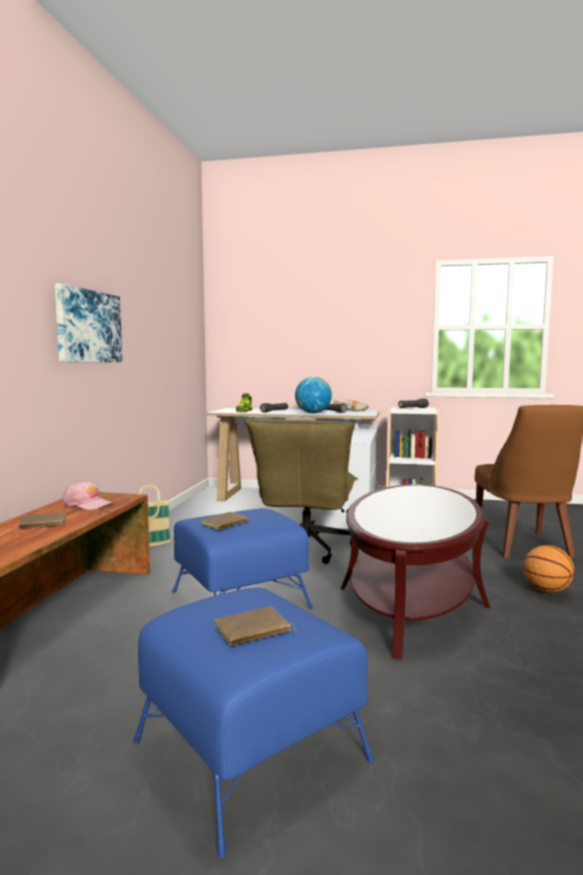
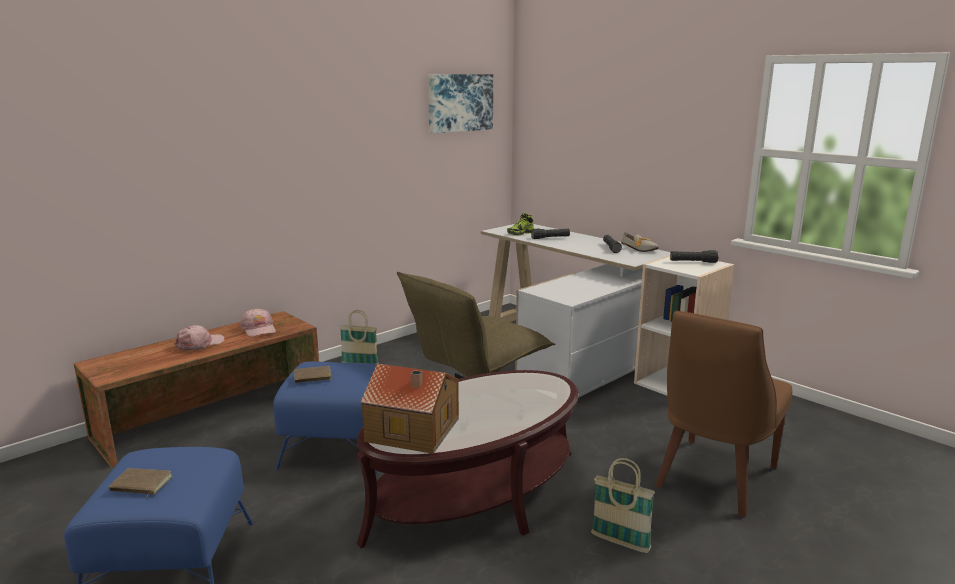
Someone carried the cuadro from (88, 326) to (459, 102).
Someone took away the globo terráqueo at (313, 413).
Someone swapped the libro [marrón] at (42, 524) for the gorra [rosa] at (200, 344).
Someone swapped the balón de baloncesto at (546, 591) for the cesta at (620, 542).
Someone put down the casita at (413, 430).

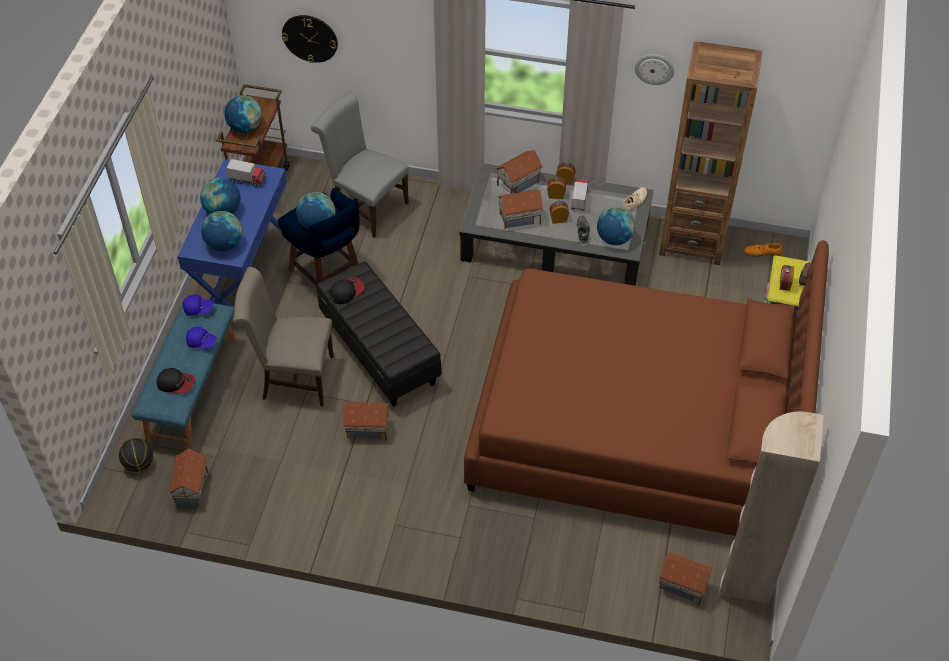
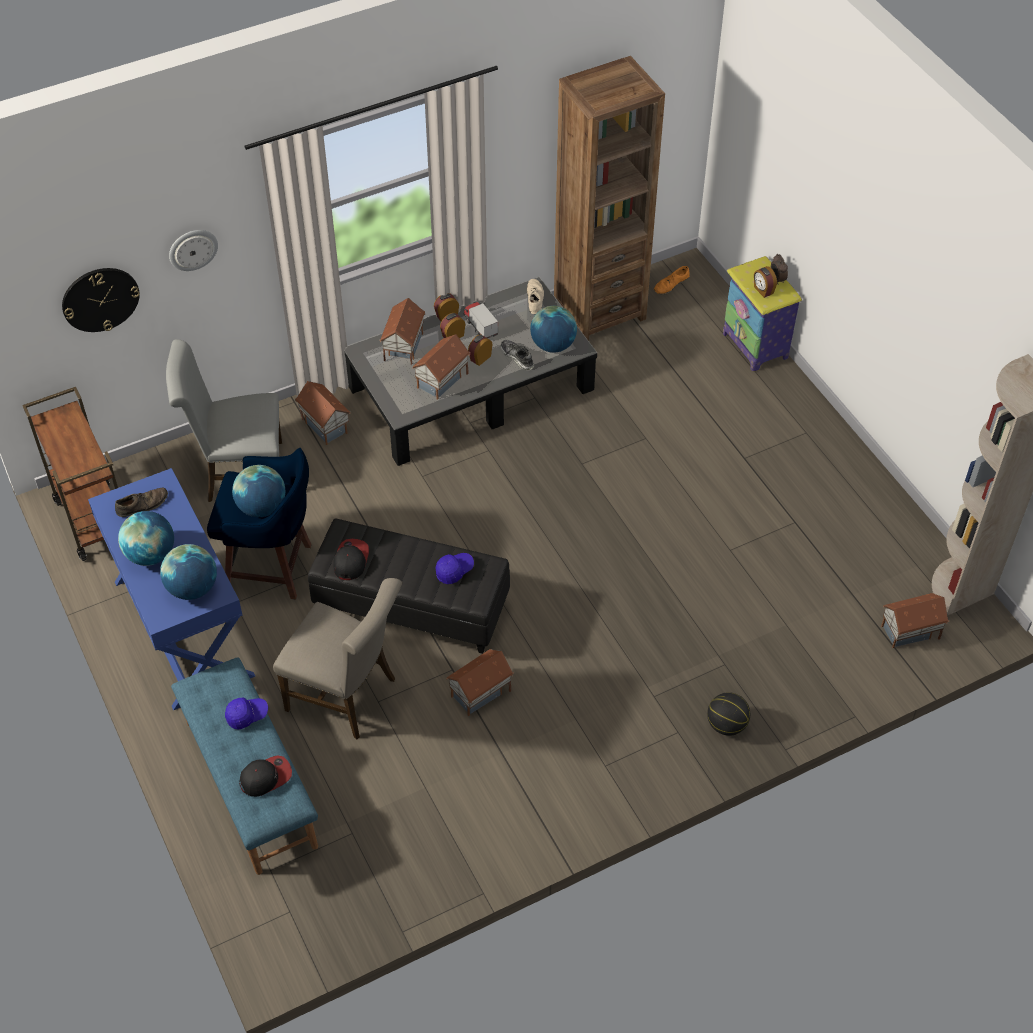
Someone carried the reloj de pared from (654, 68) to (193, 249).
Someone took away the globo terráqueo at (245, 127).
Someone swapped the camión de juguete at (247, 180) for the zapato [marrón] at (142, 505).
Someone took away the cama [marrón] at (635, 427).
Someone rotated the silla [beis] at (292, 377) by 120 degrees counterclockwise.
Someone carried the gorra [azul] from (198, 309) to (454, 570).
Someone carried the balón de baloncesto from (138, 464) to (726, 725).
Someone carried the casita from (192, 489) to (326, 425).

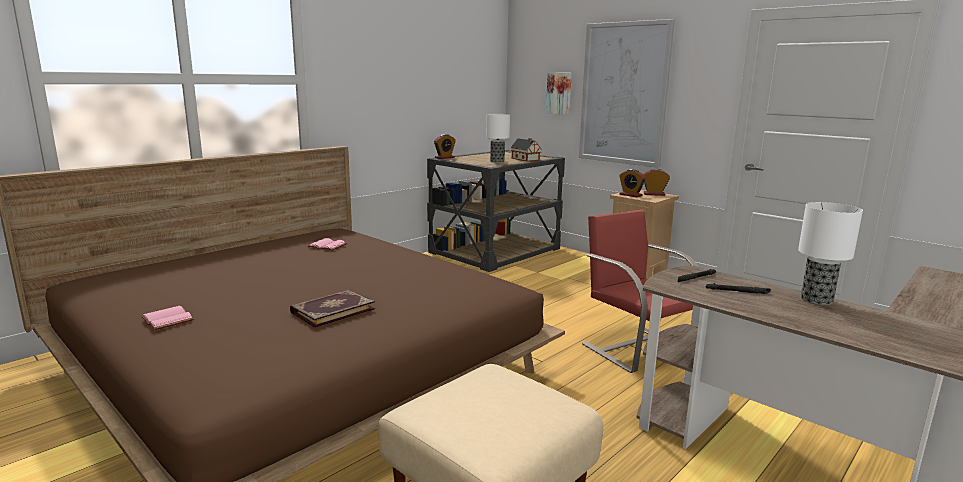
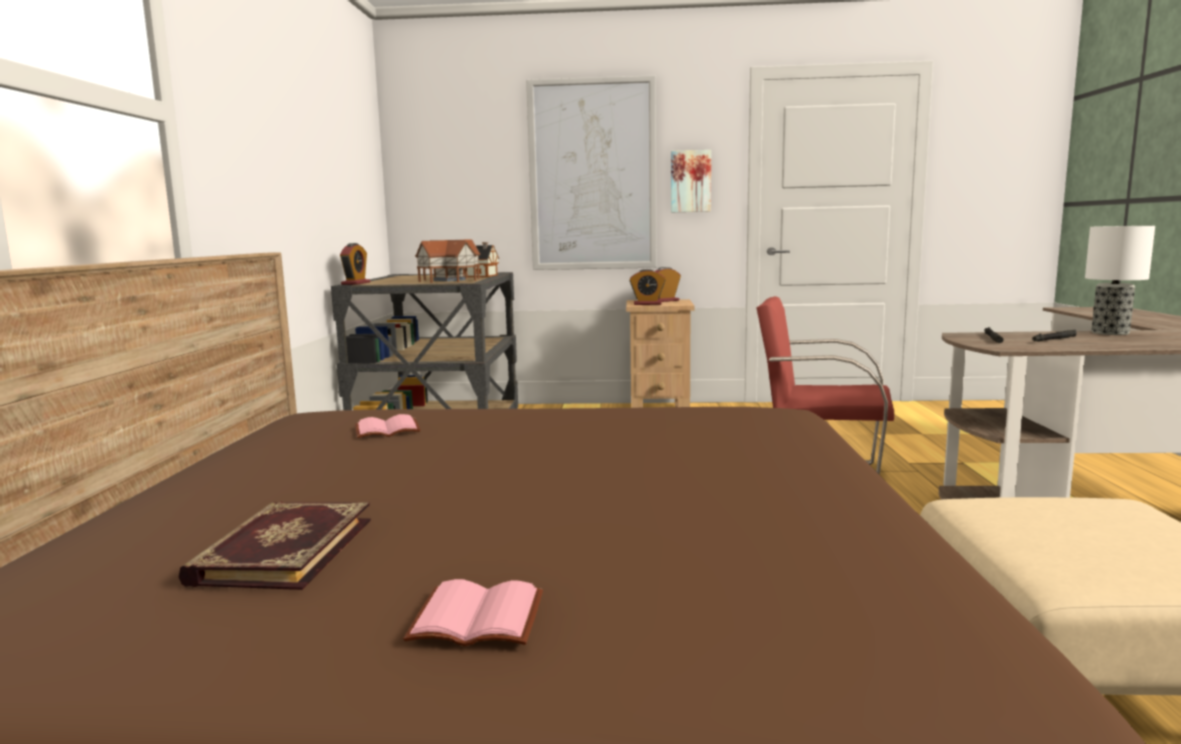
Someone carried the cuadro from (559, 93) to (690, 181).
Someone swapped the lámpara de mesa at (497, 161) for the casita at (450, 280).
Someone carried the libro from (332, 310) to (282, 550).

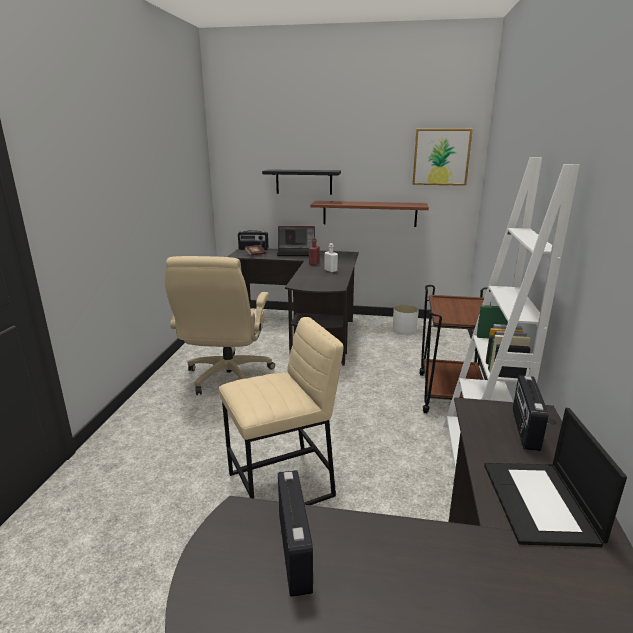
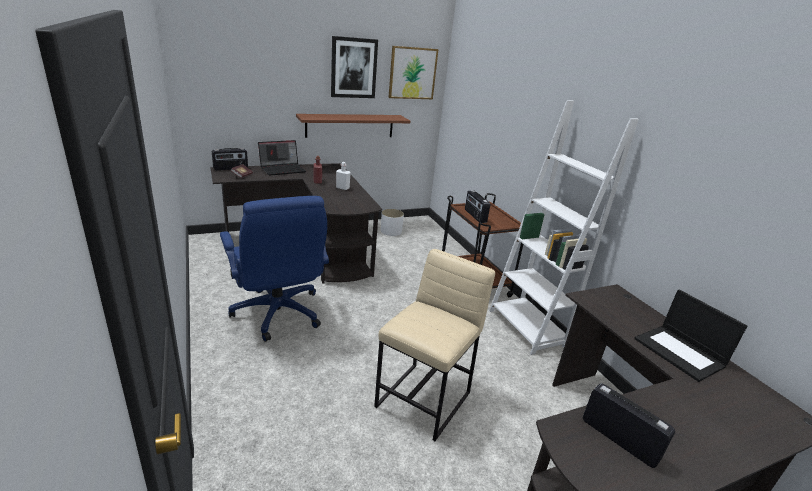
Someone took away the estante [negro] at (304, 182).
Someone repainted the silla de oficina [beis] at (226, 379), which became the silla de oficina [azul] at (279, 316).
Someone carried the radio from (524, 429) to (475, 216).
Someone put up the cuadro at (353, 68).

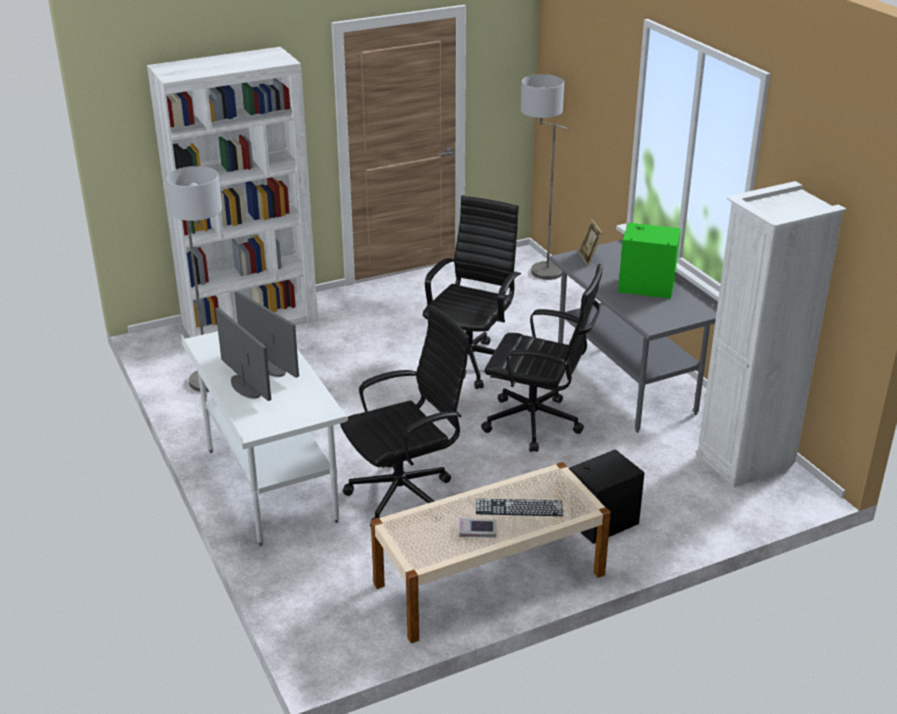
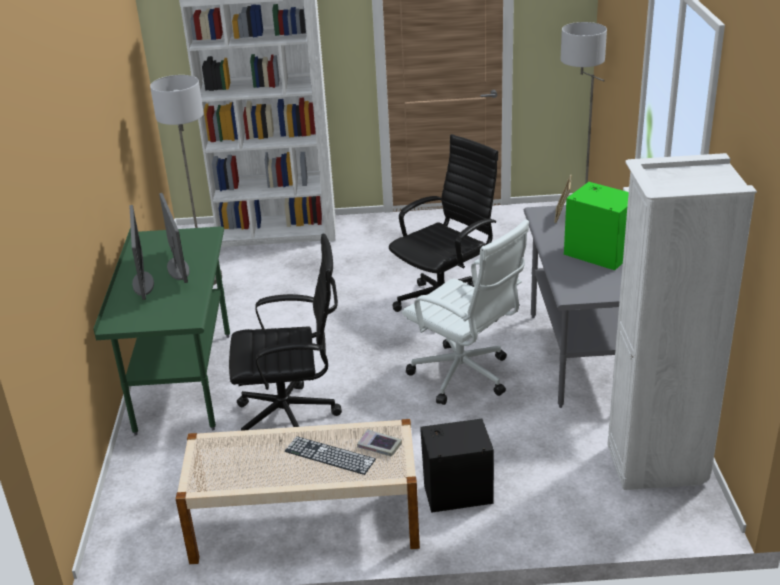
Someone repainted the silla de oficina [negro] at (537, 424), which became the silla de oficina [blanco] at (465, 377).
Someone repainted the escritorio [blanco] at (270, 485), which became the escritorio [verde] at (184, 382).
Someone carried the libro from (477, 531) to (379, 446).

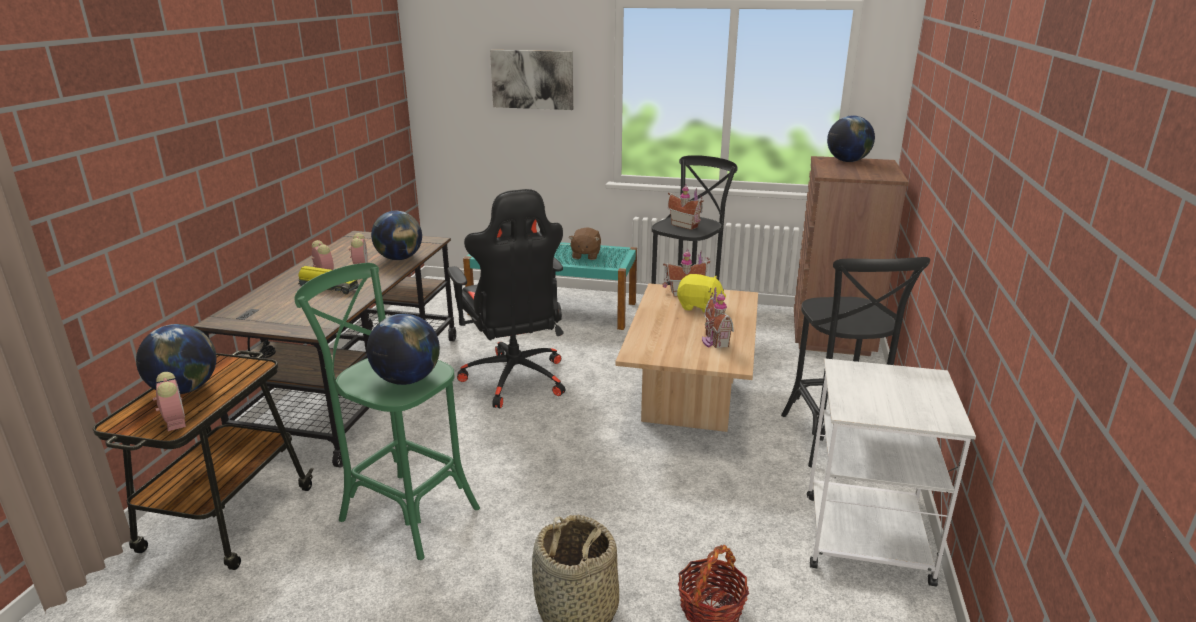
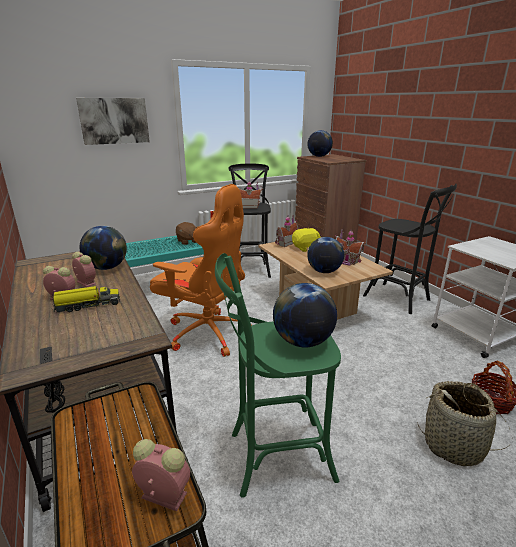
Someone repainted the silla de oficina [negro] at (512, 374), which became the silla de oficina [naranja] at (203, 332).
Someone carried the globo terráqueo from (185, 389) to (324, 271).

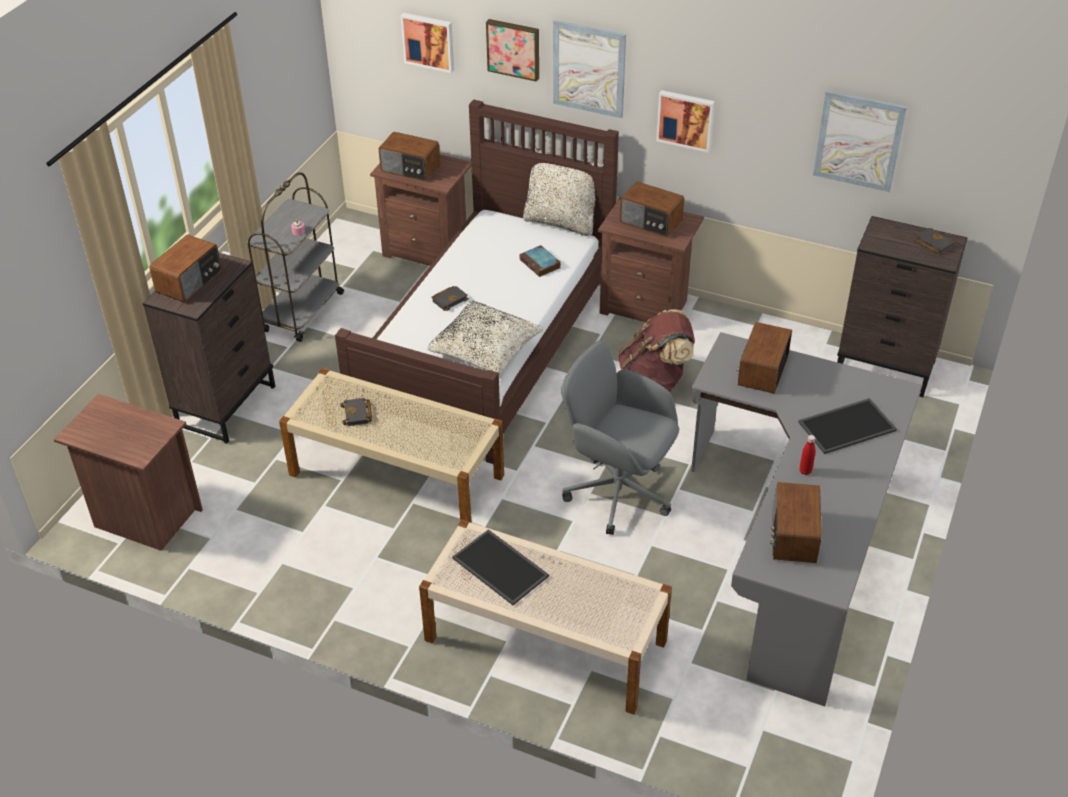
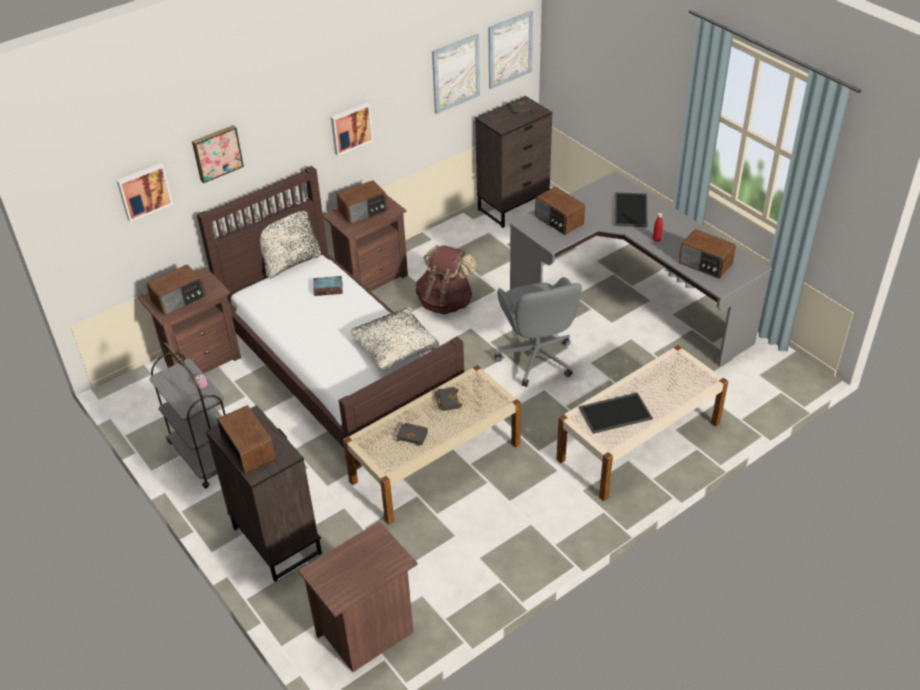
Someone carried the cuadro from (589, 69) to (510, 49).
Someone carried the libro [negro] from (450, 299) to (447, 400).
Someone rotated the silla de oficina [gris] at (618, 494) by 75 degrees counterclockwise.

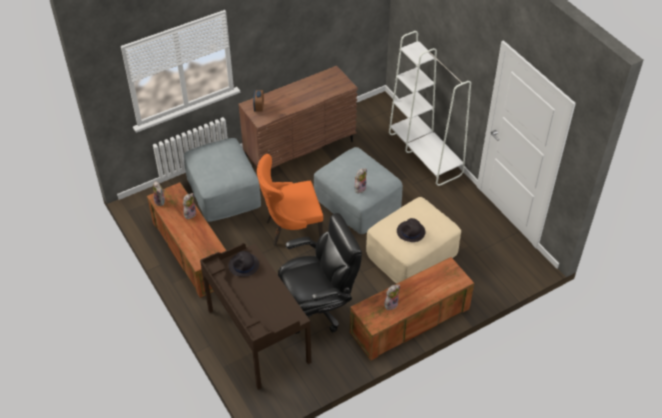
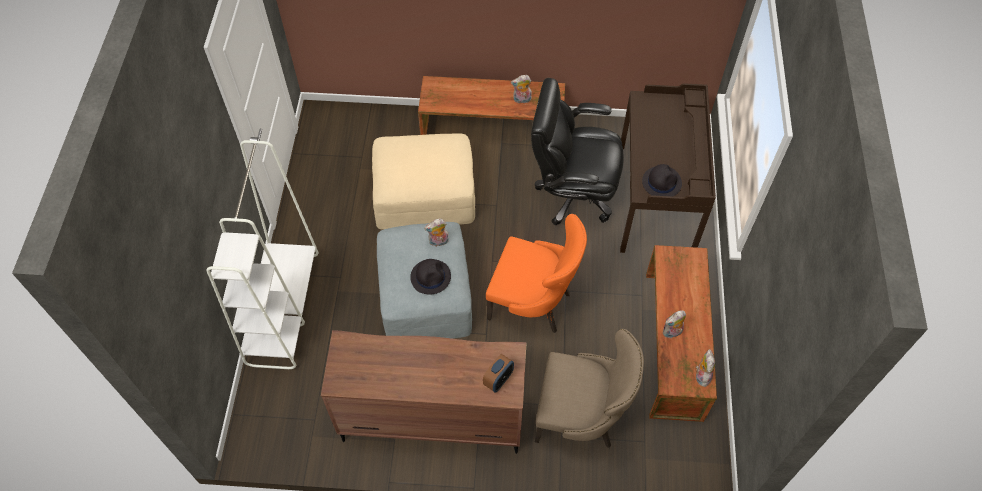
Someone swapped the puf [gris] at (223, 190) for the silla [beis] at (580, 417).
Someone carried the sombrero [negro] from (411, 232) to (430, 276).

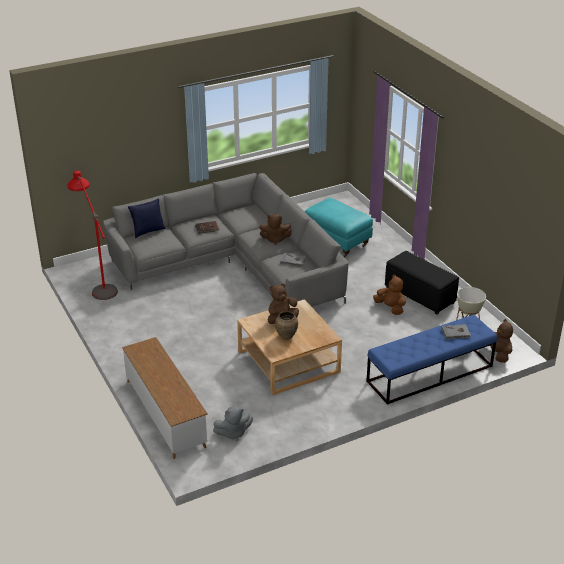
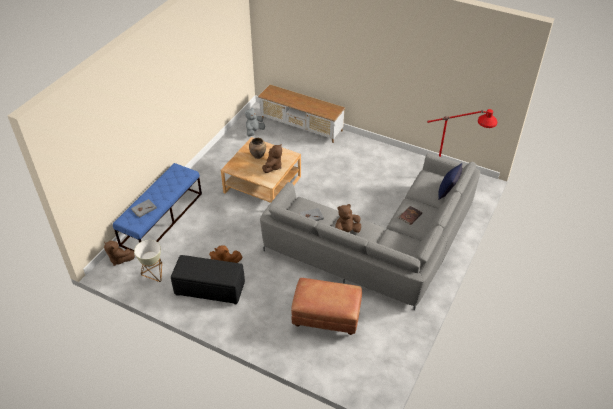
Someone repainted the puf [turquesa] at (337, 241), which became the puf [marrón] at (326, 319).

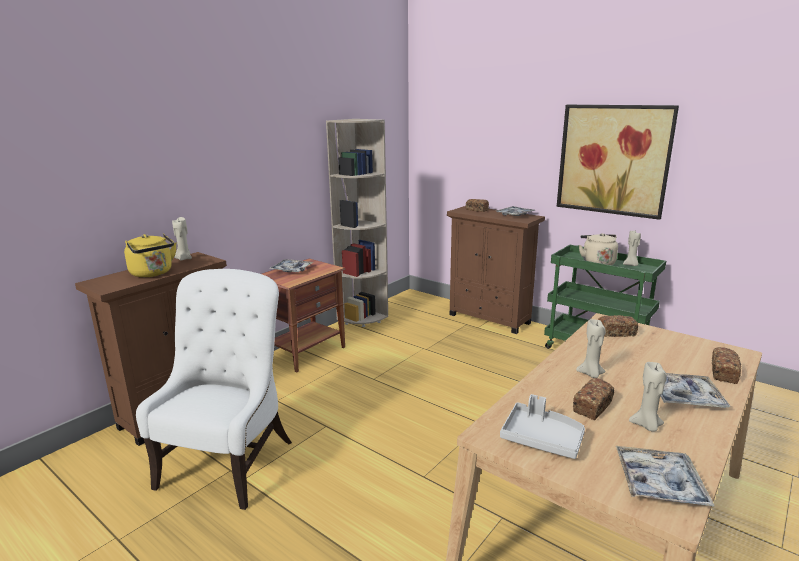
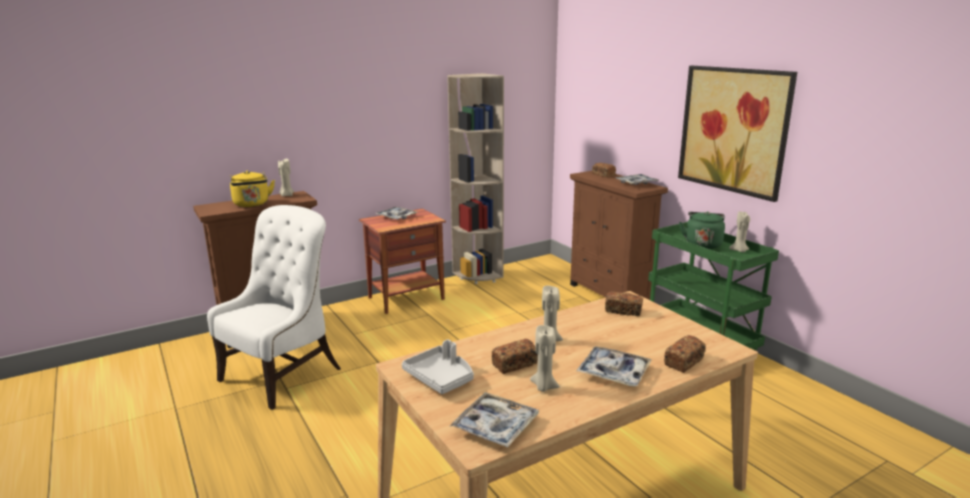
Someone repainted the hervidor [beis] at (597, 262), which became the hervidor [verde] at (702, 244).

